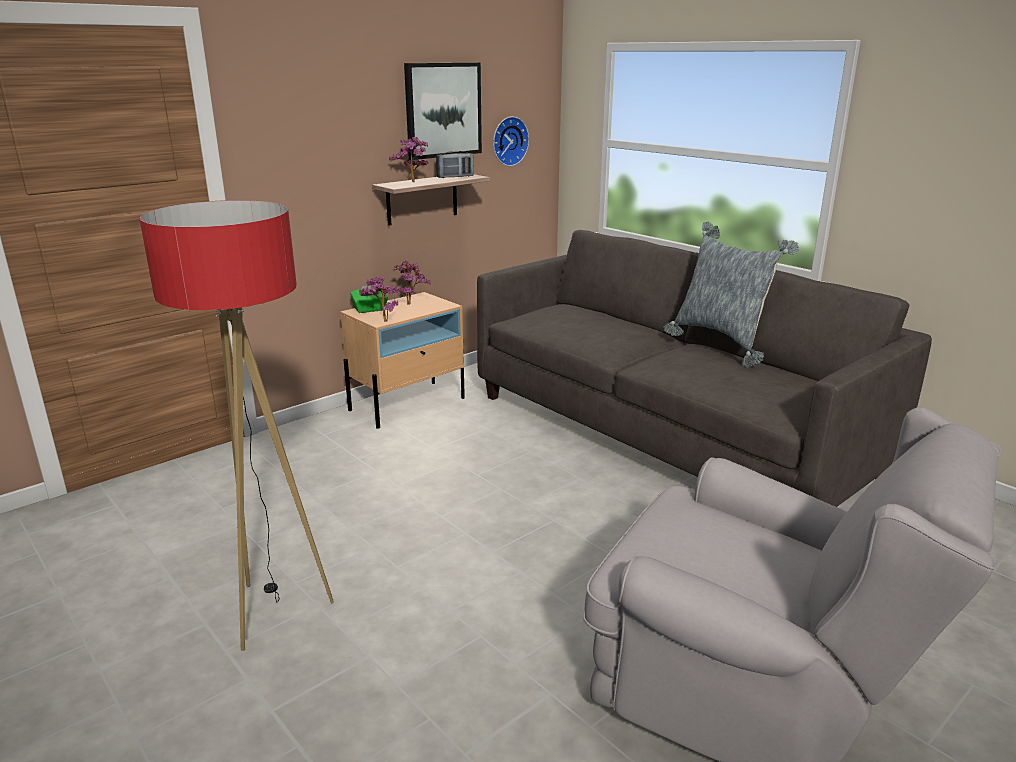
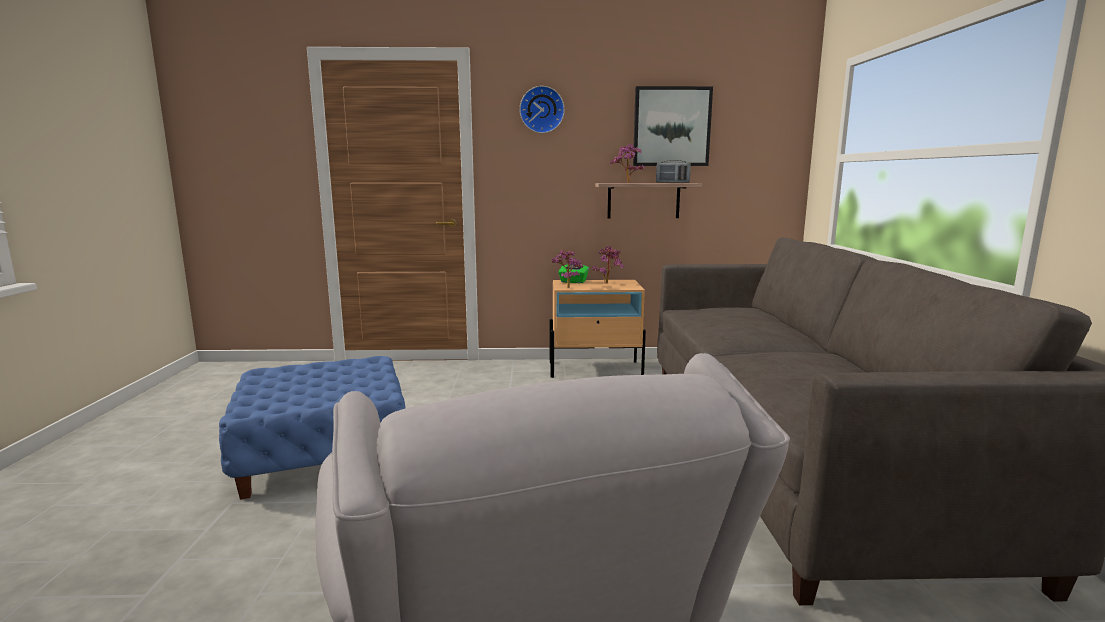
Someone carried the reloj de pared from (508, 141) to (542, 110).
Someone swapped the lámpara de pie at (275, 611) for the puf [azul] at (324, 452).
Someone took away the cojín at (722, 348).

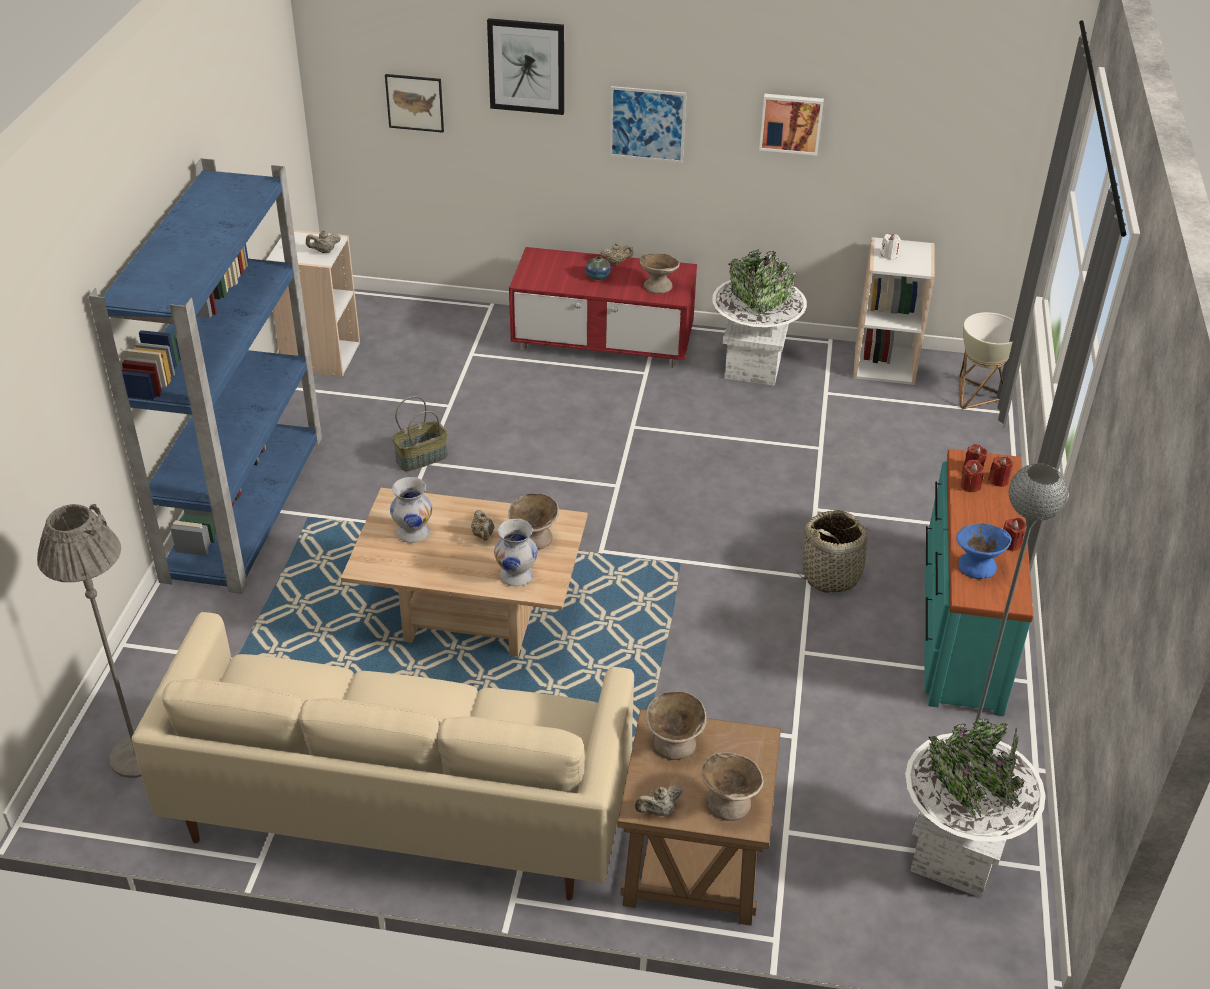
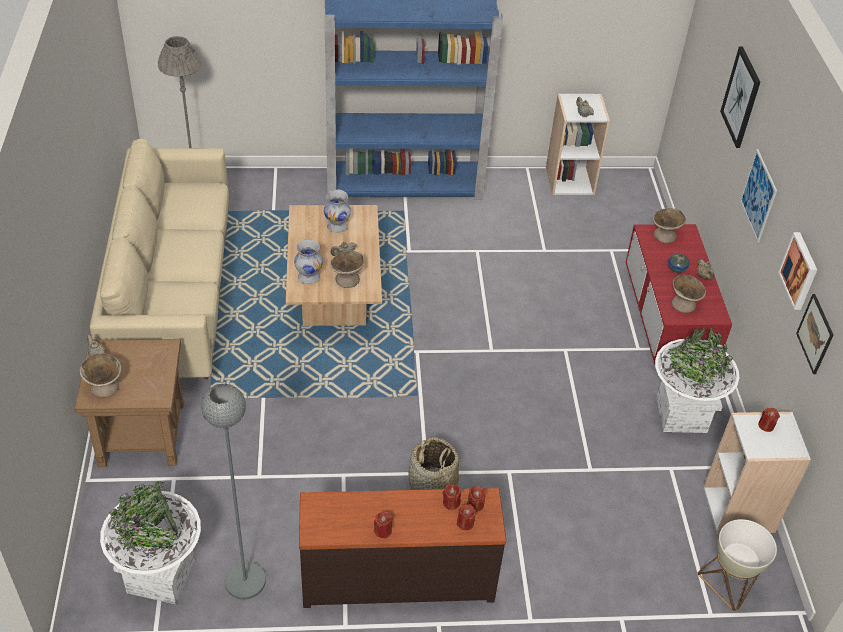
Someone carried the cuadro from (415, 102) to (815, 334).
Someone repainted the vela [blanco] at (889, 255), which became the vela [rojo] at (766, 425).
Someone took away the cesta at (421, 457).
Someone repainted the cómoda [turquesa] at (960, 626), which became the cómoda [marrón] at (397, 577).
Someone took away the cuenco [azul] at (977, 566).
Someone carried the cuenco [beis] from (674, 743) to (665, 235).

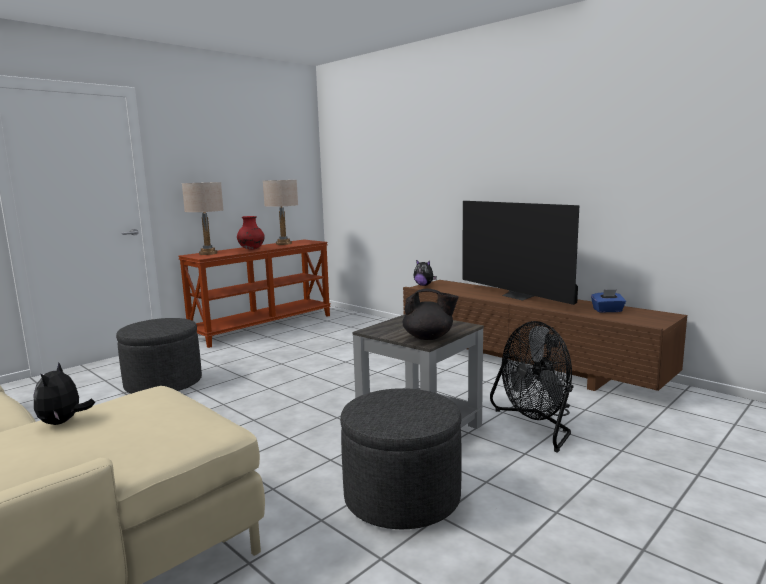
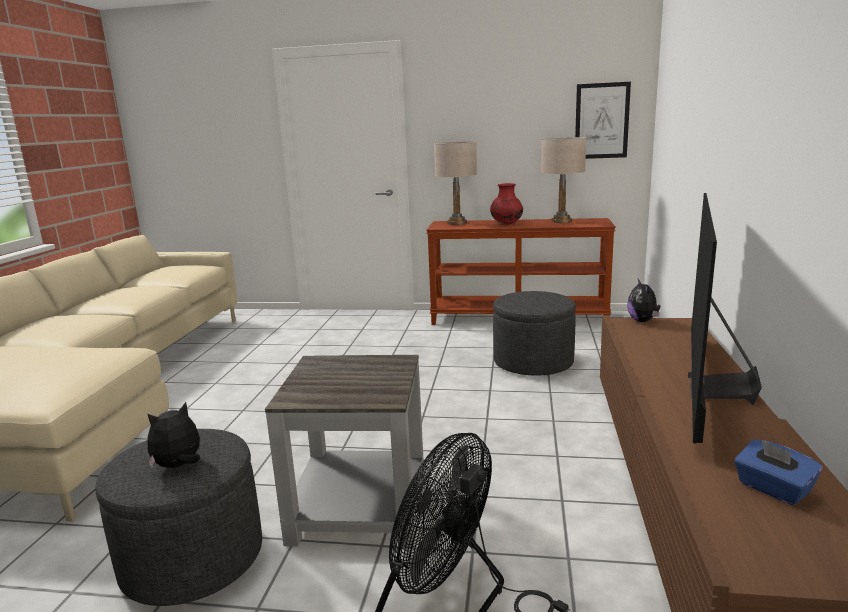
Someone took away the tetera [negro] at (429, 338).
Someone carried the puf [gris] from (163, 383) to (533, 362).
Someone carried the peluche from (63, 422) to (179, 466).
Someone put up the cuadro at (601, 121).

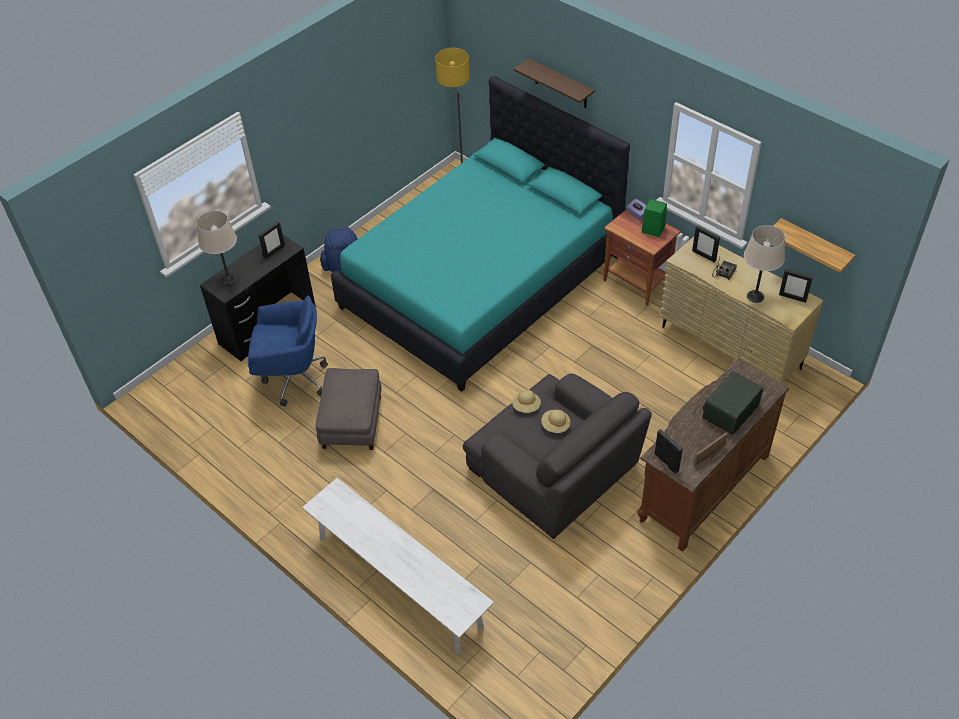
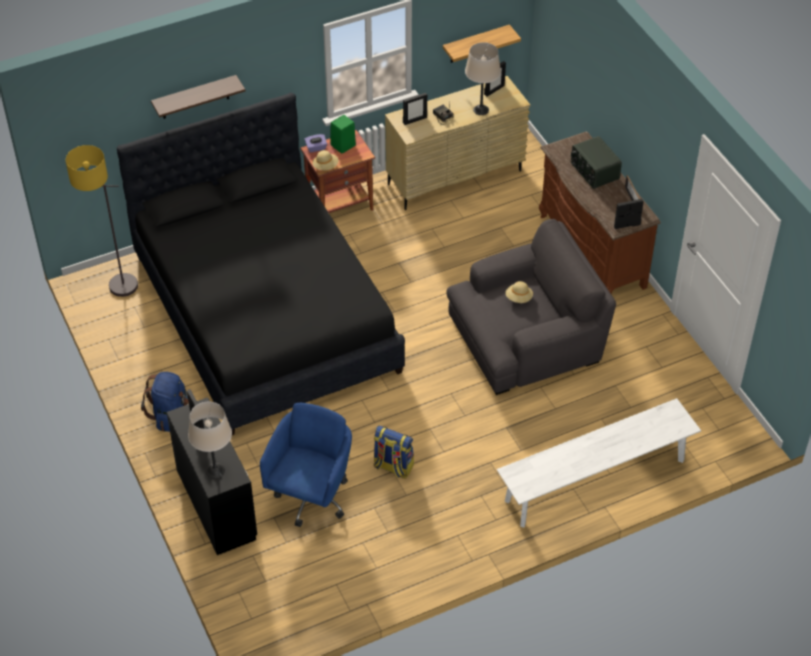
Someone repainted the cama [turquesa] at (482, 281), which became the cama [negro] at (266, 312).
Someone swapped the puf [gris] at (351, 421) for the mochila at (393, 466).
Someone carried the sombrero [beis] from (526, 407) to (325, 166).

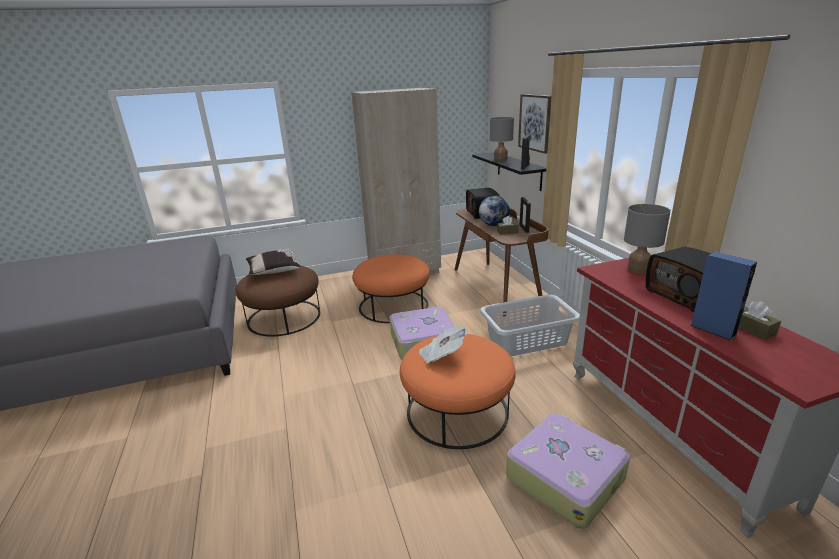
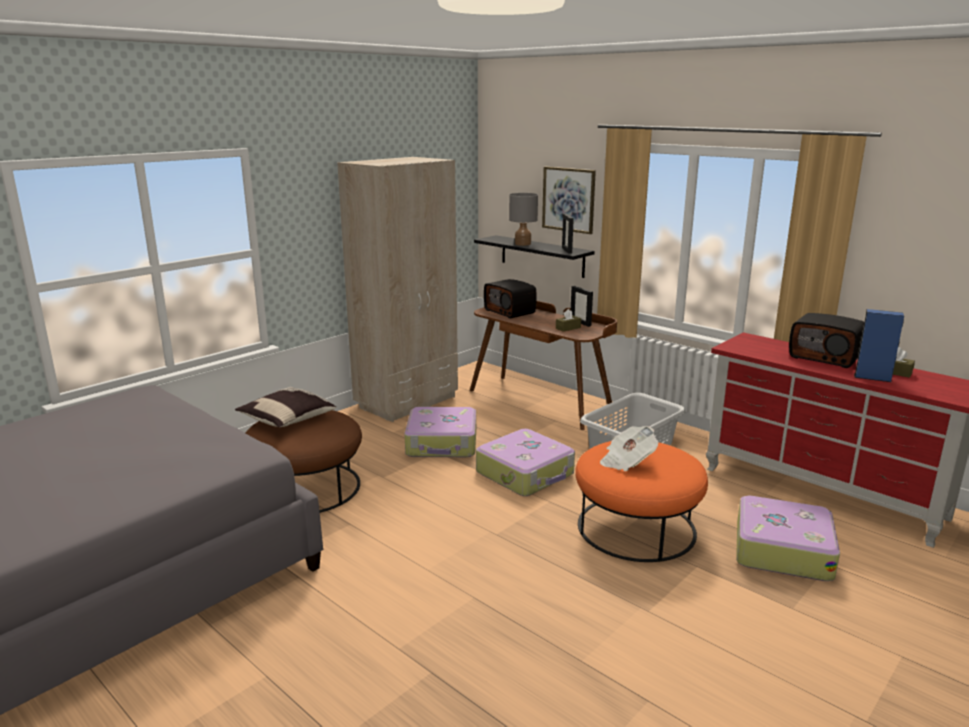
Someone took away the globo terráqueo at (493, 225).
Someone took away the lámpara de mesa [gris] at (638, 269).
Someone swapped the puf [naranja] at (393, 305) for the maleta at (442, 443).

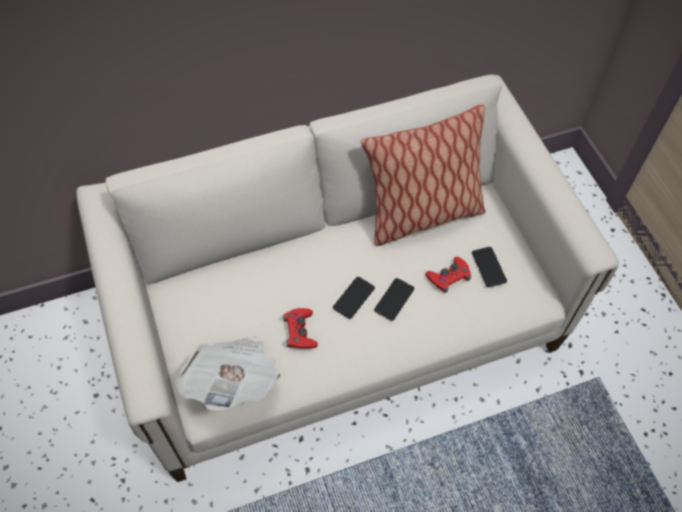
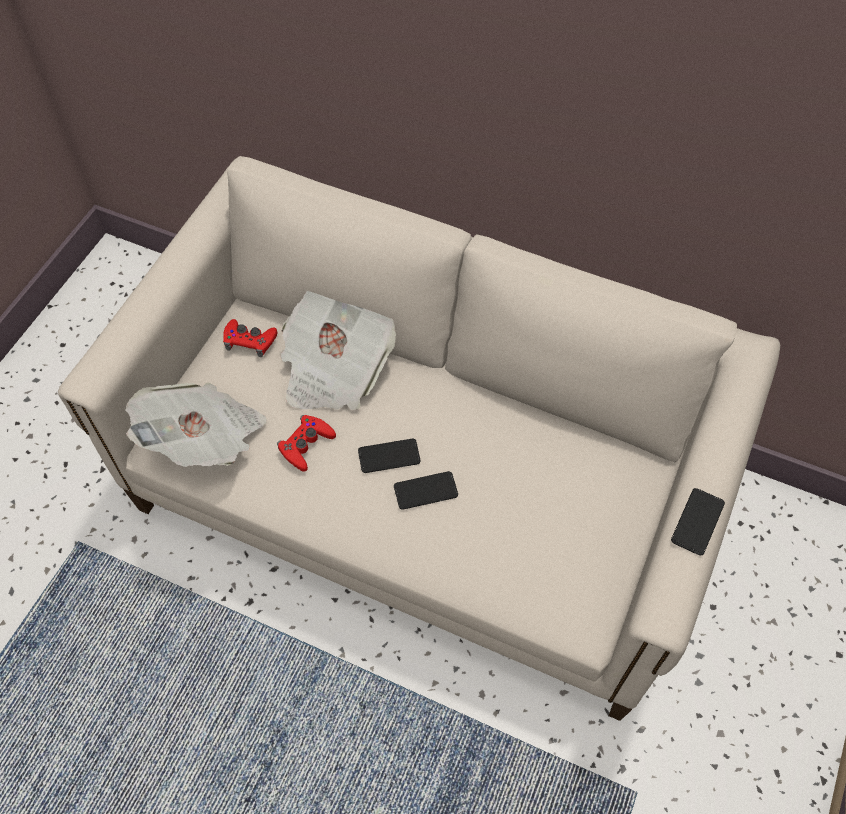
Someone took away the cojín at (422, 215).
Someone carried the móvil from (488, 267) to (697, 522).
Someone carried the mando de consola [rojo] from (448, 277) to (250, 340).
Someone put down the periódico at (334, 367).

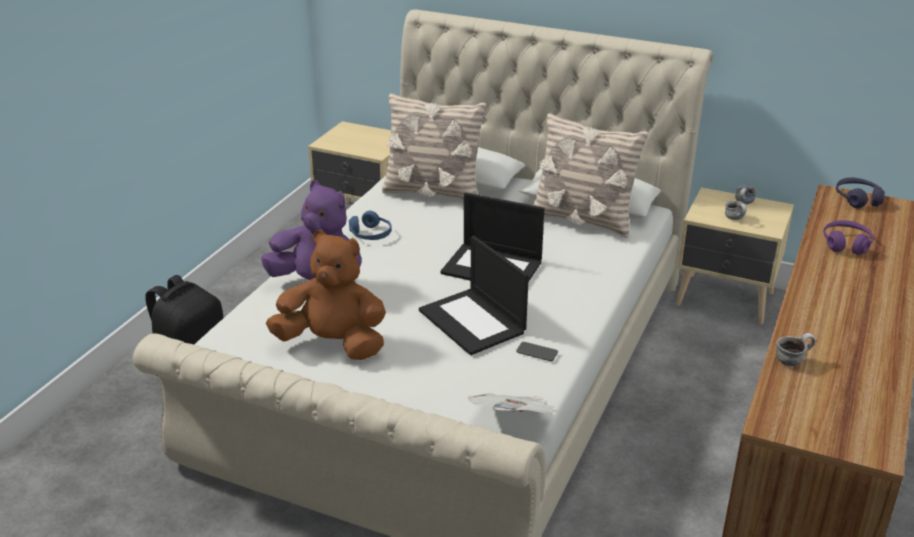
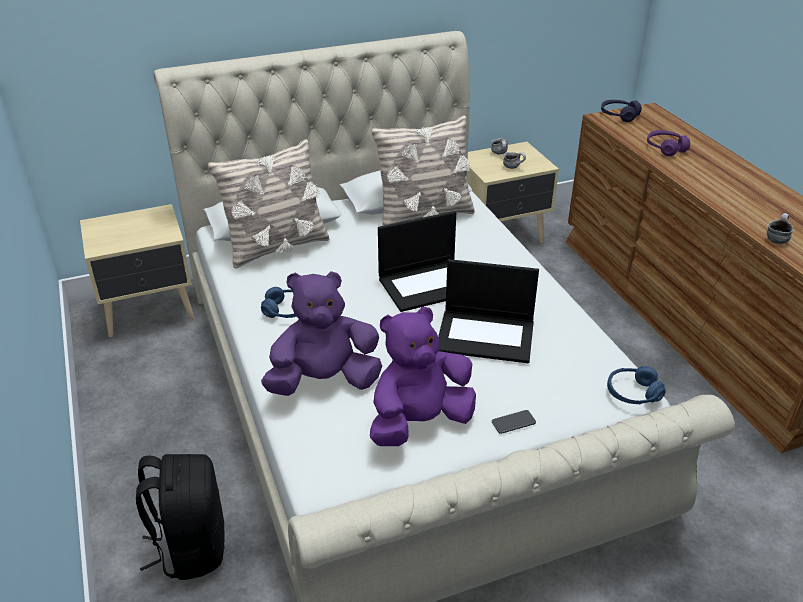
Someone repainted the peluche [marrón] at (333, 344), which became the peluche [morado] at (419, 422).
Someone carried the móvil from (537, 352) to (513, 422).
Someone swapped the periódico at (514, 421) for the auriculares [azul] at (633, 393).

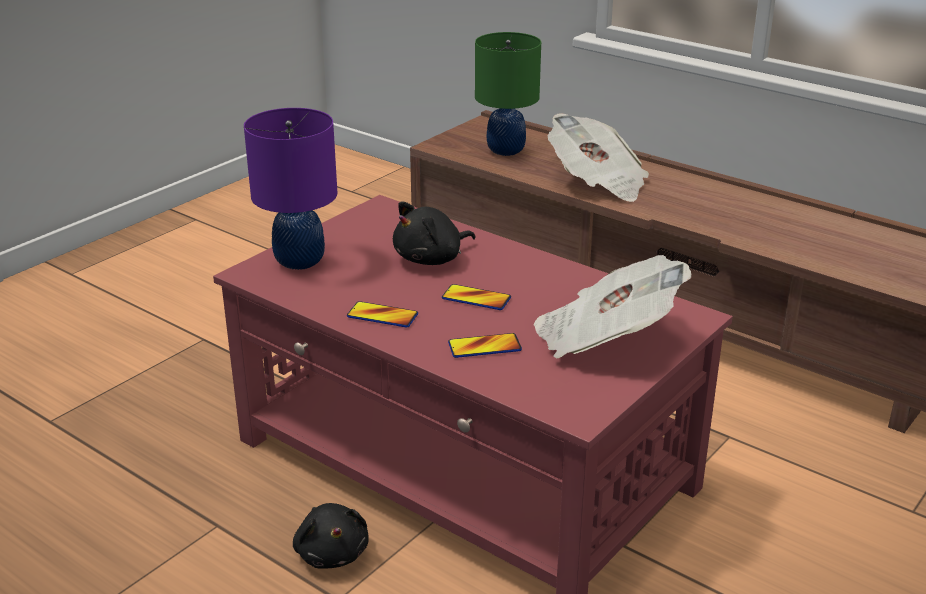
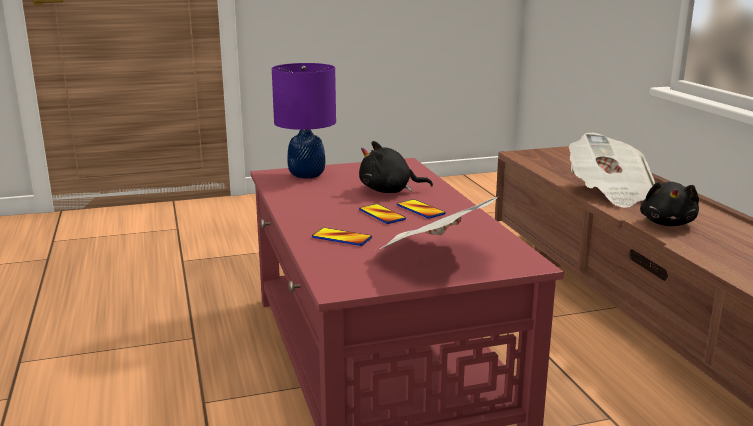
Someone took away the lámpara de mesa [verde] at (507, 151).
Someone carried the móvil from (382, 316) to (420, 210).
Someone carried the peluche [negro] from (332, 552) to (667, 223).

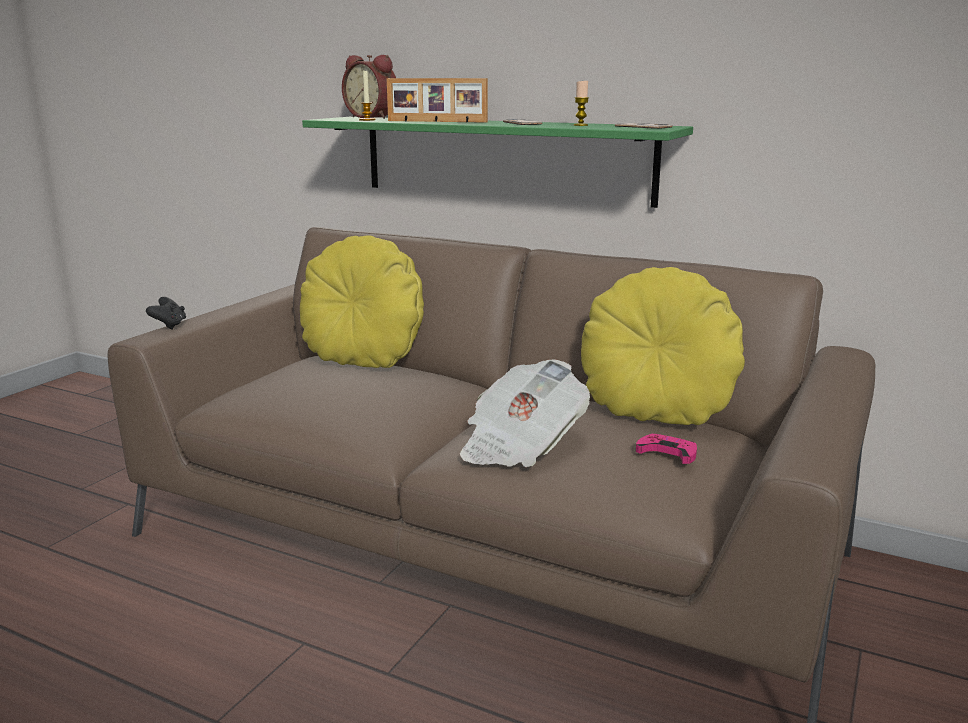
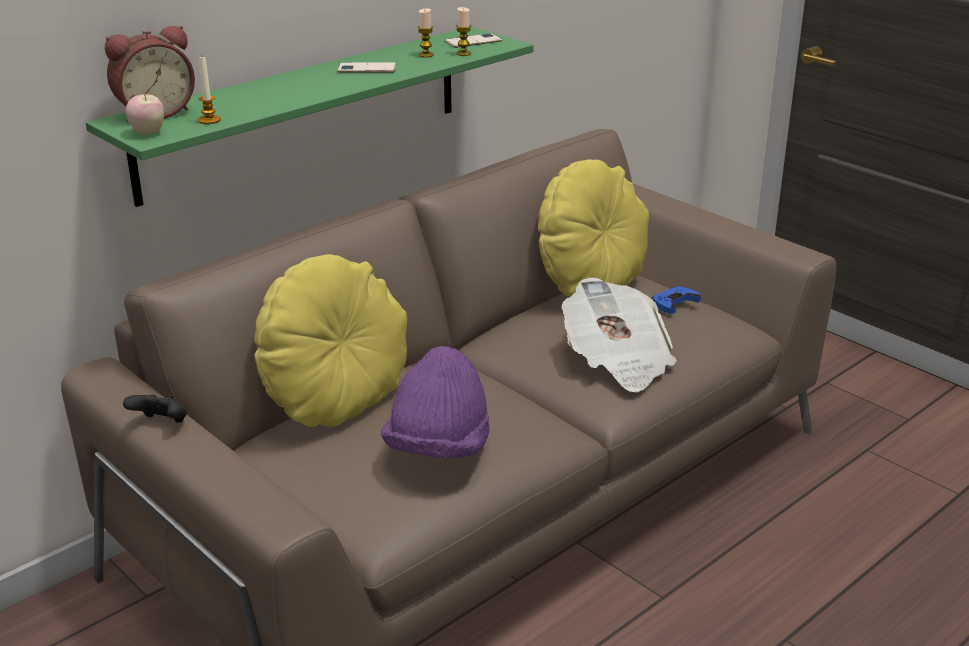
Someone took away the portarretratos at (436, 121).
Someone carried the mando de consola [negro] from (169, 326) to (161, 424).
Someone repainted the mando de consola [rosa] at (667, 453), which became the mando de consola [azul] at (674, 303).
Someone put down the vela at (463, 54).
Someone put down the manzana at (148, 133).
Someone put down the sombrero [morado] at (438, 448).

